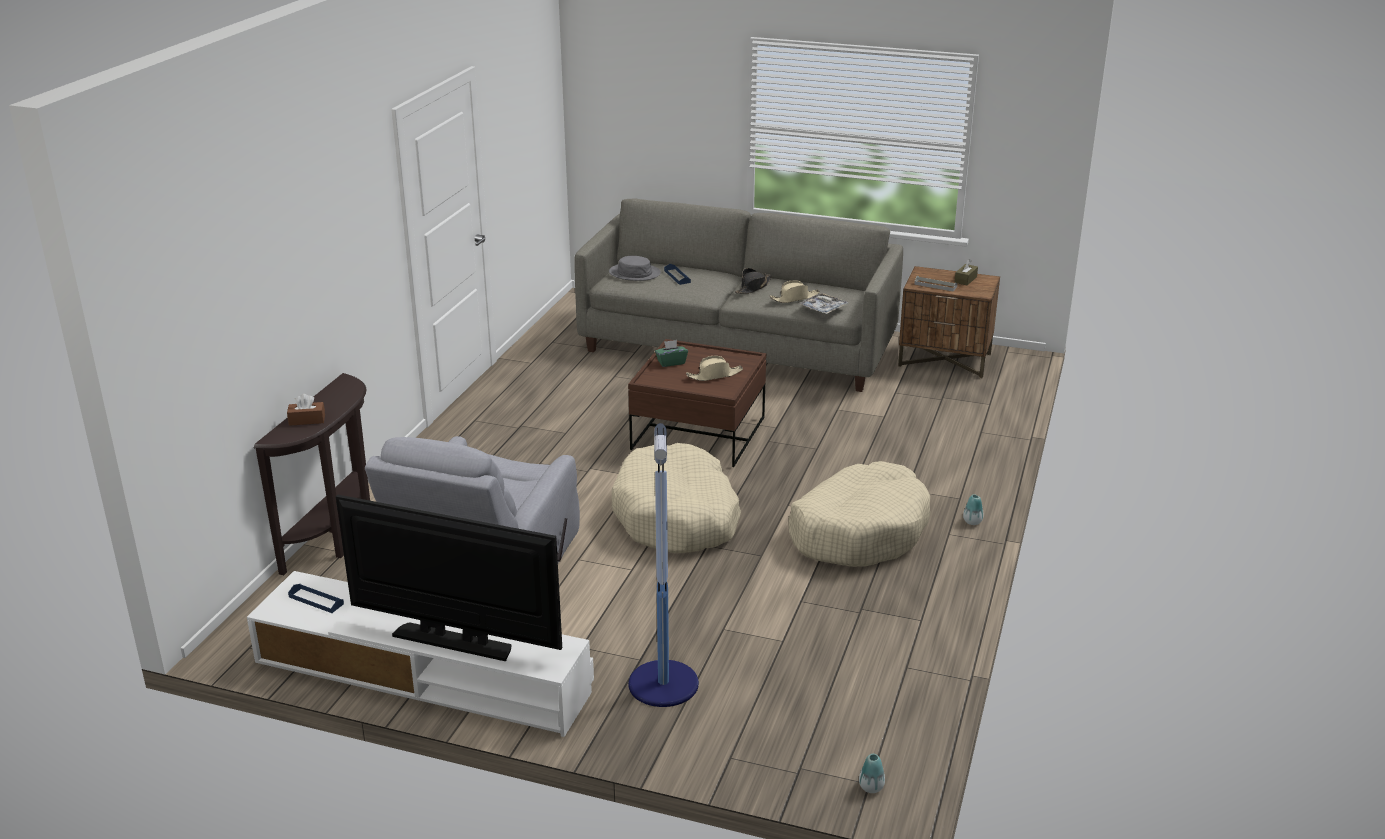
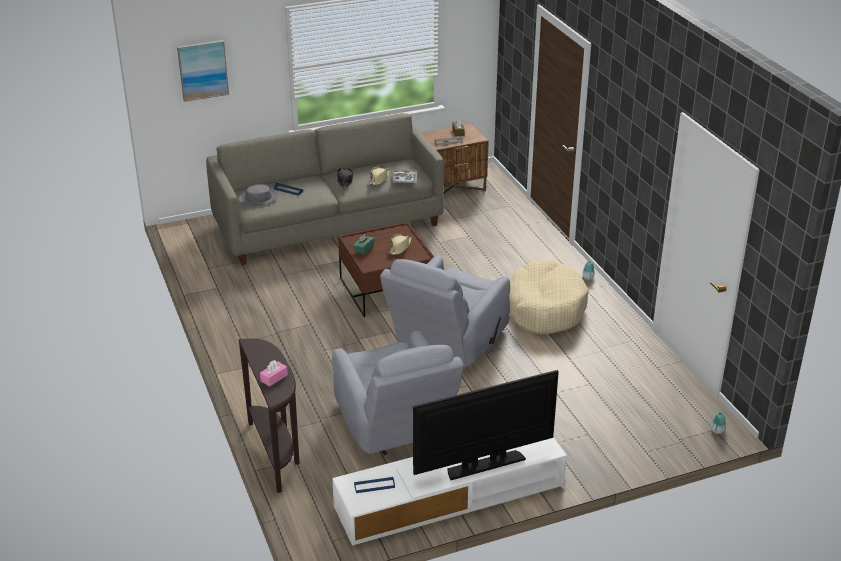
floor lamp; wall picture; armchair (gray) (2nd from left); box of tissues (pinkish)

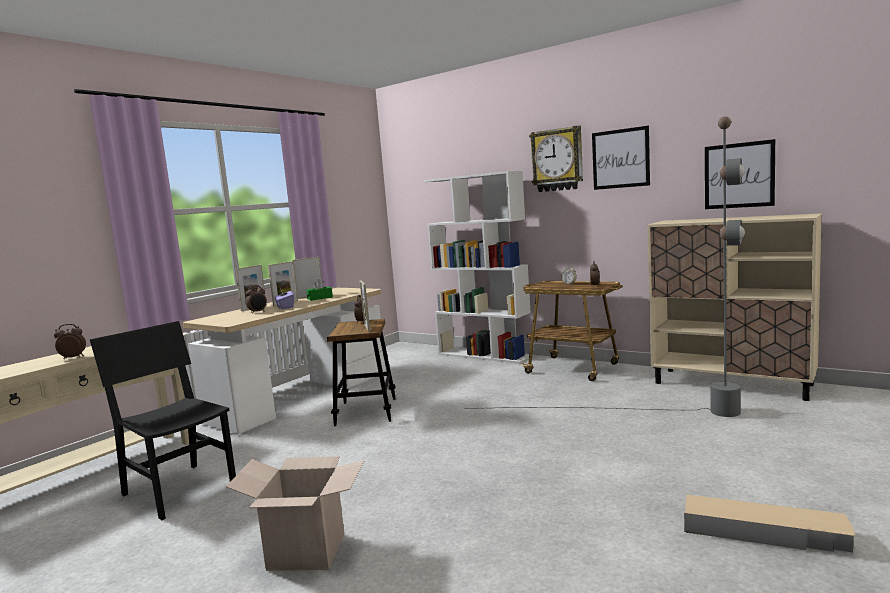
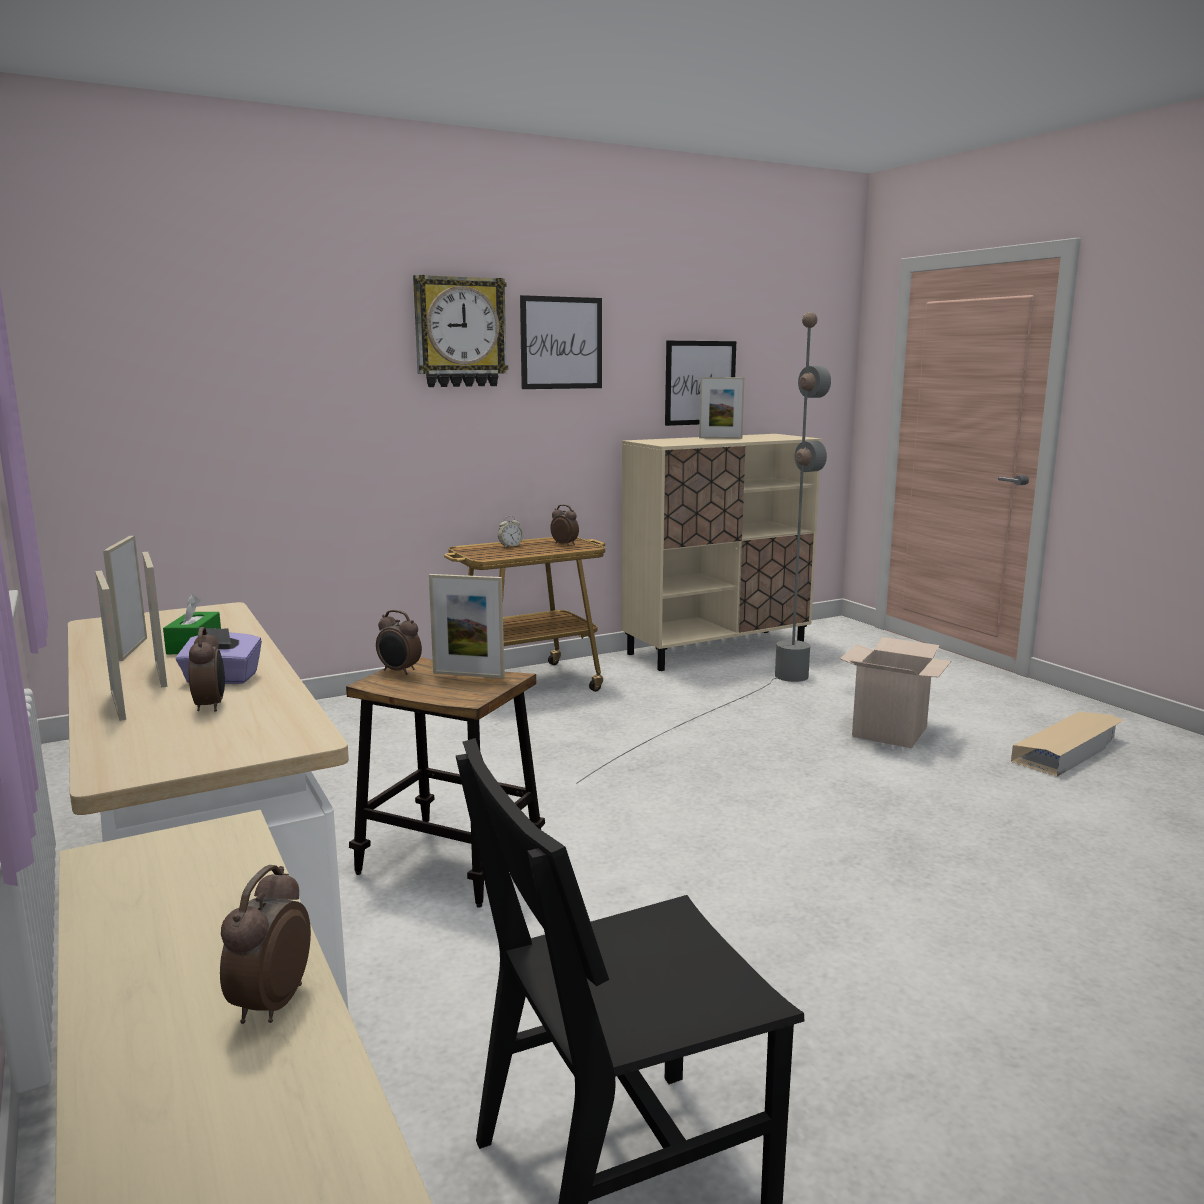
shelving unit (white-coloured); standing frame (5th from left); carton

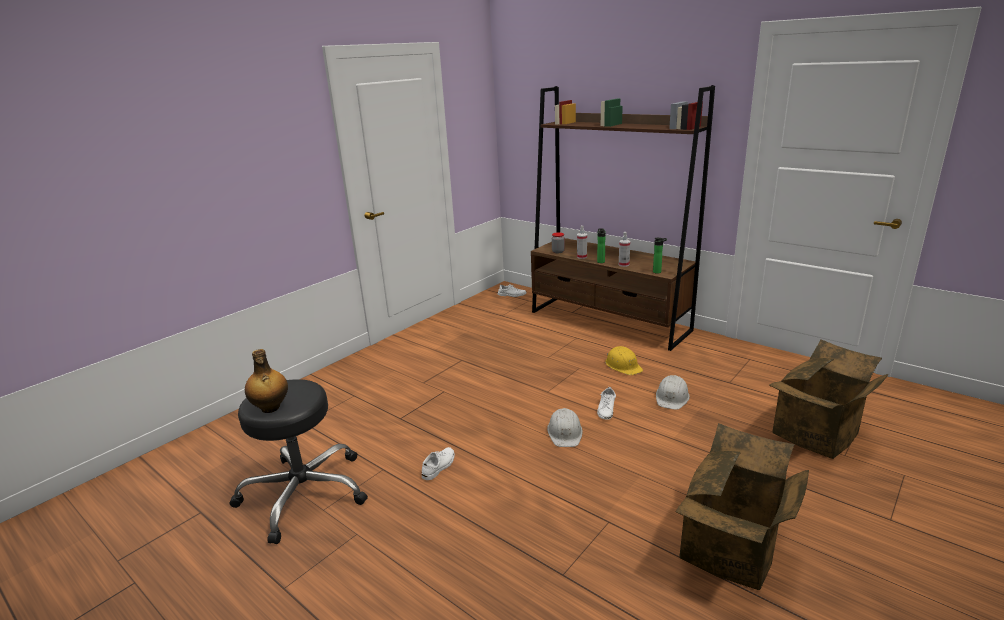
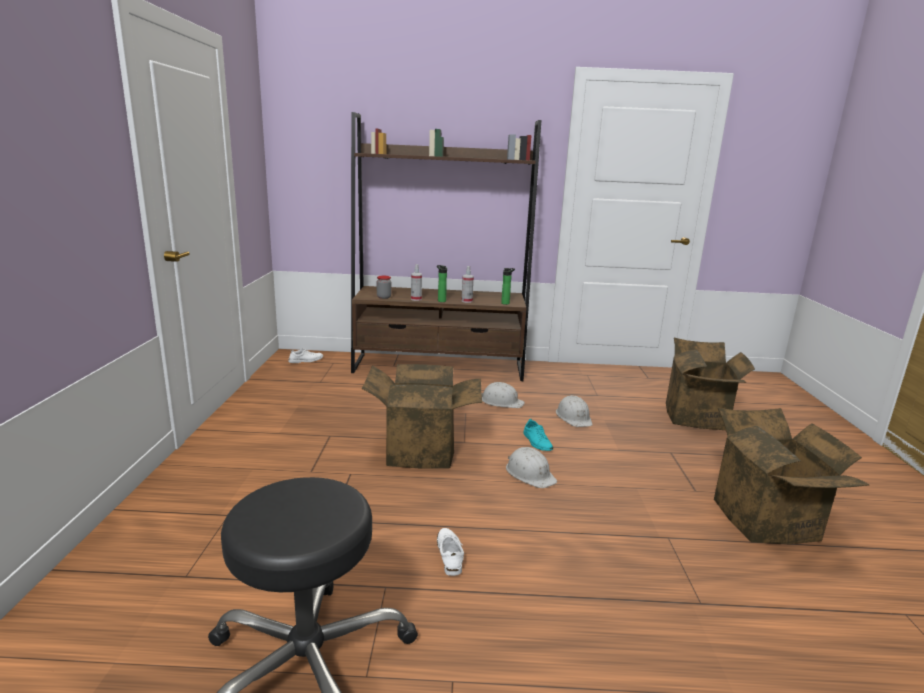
bottle (1st from left in the first image); carton (1st from left); shoe (turquoise-coloured); work helmet (white-coloured) (1st from left)

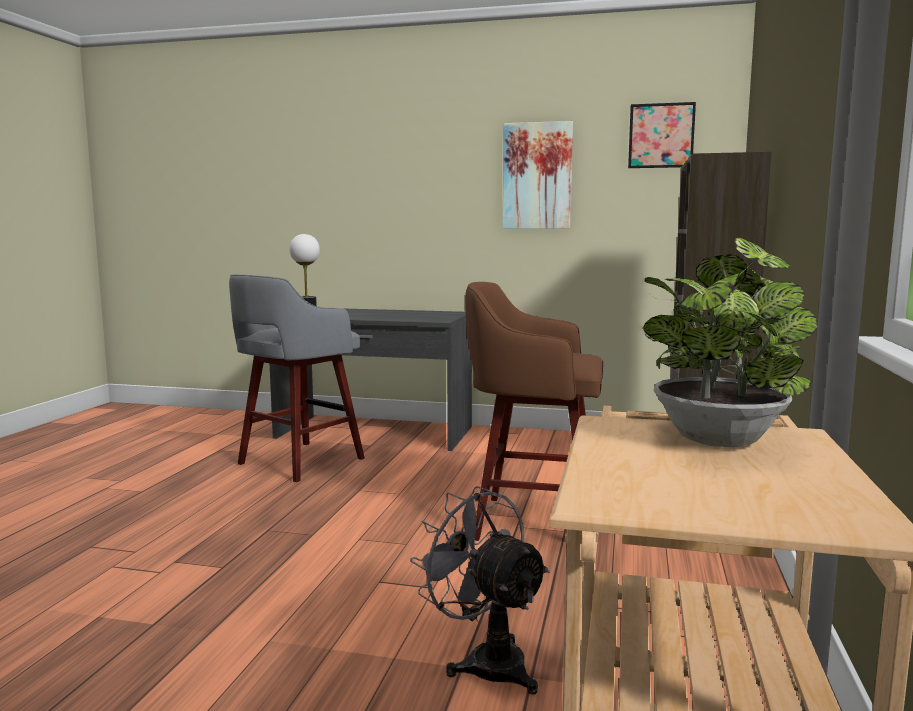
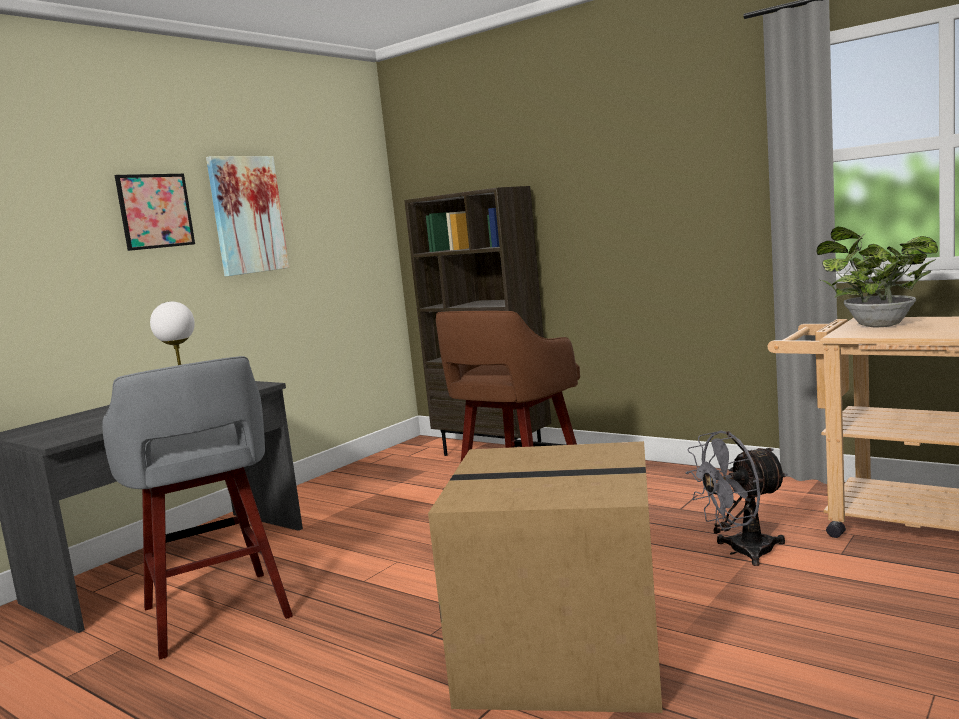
carton; wall picture (1st from left)

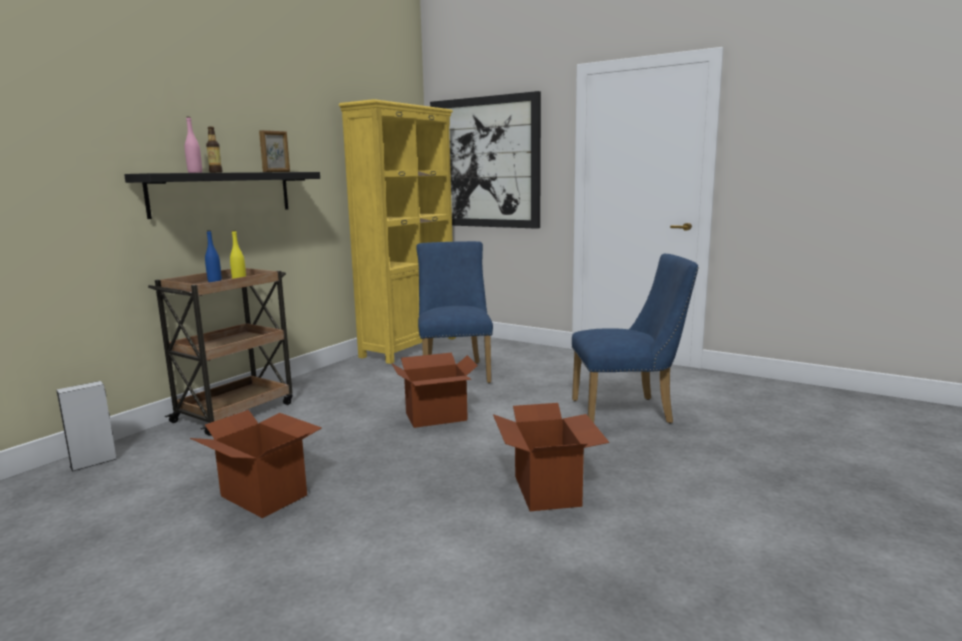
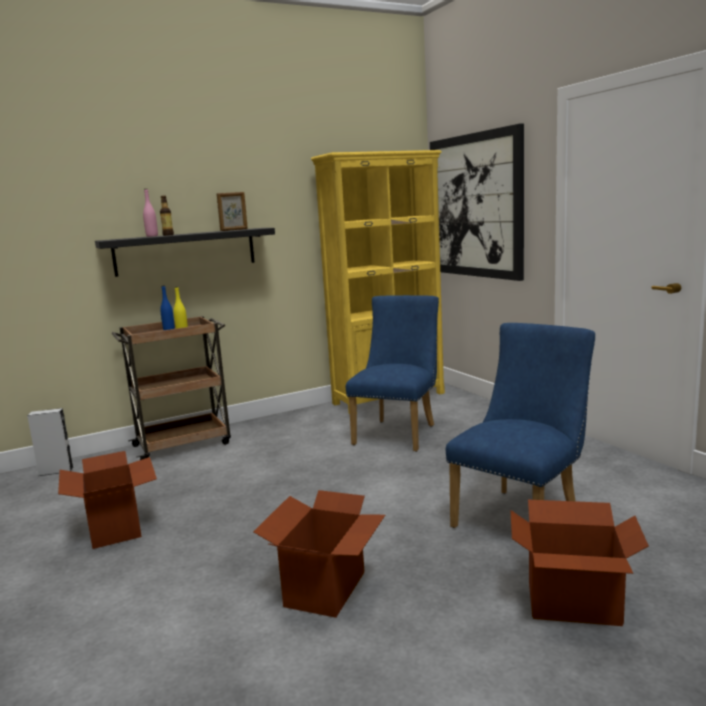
carton (3rd from left); plain chair (blue-coloured) (2nd from left)

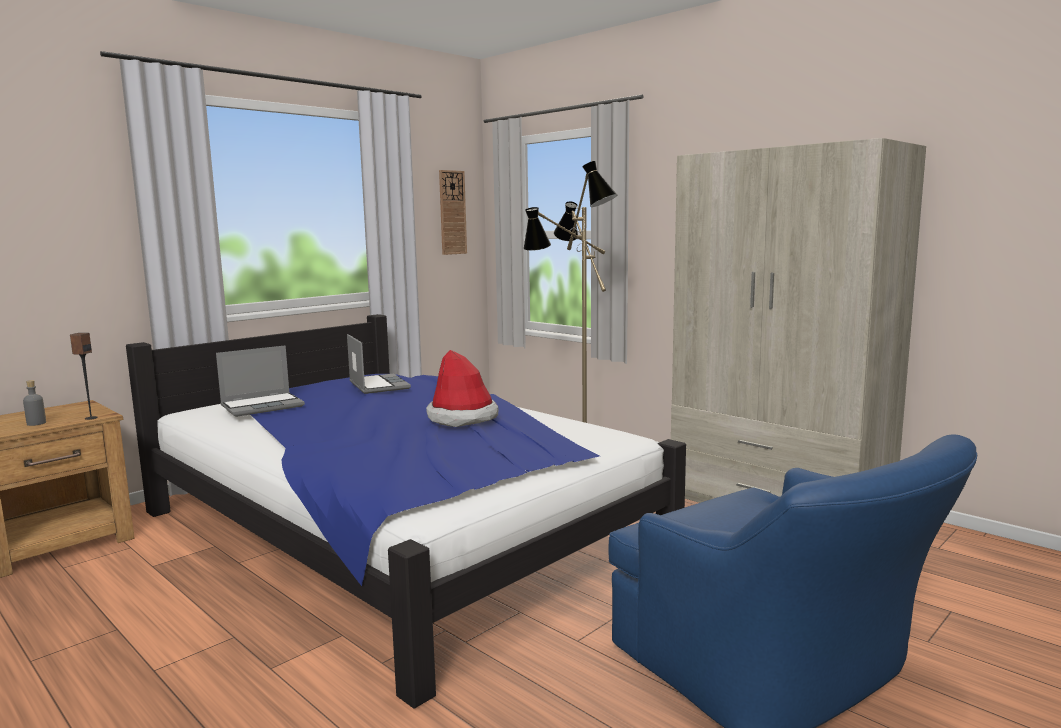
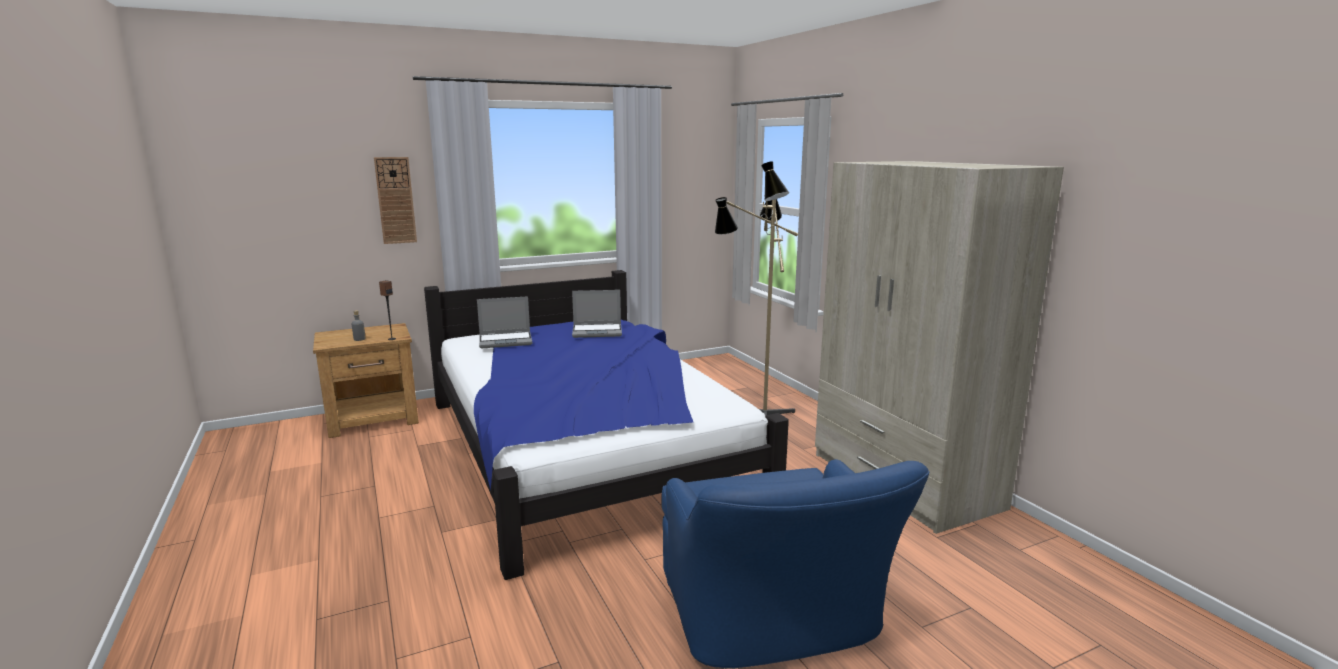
hat; clock on the wall; laptop (2nd from left)

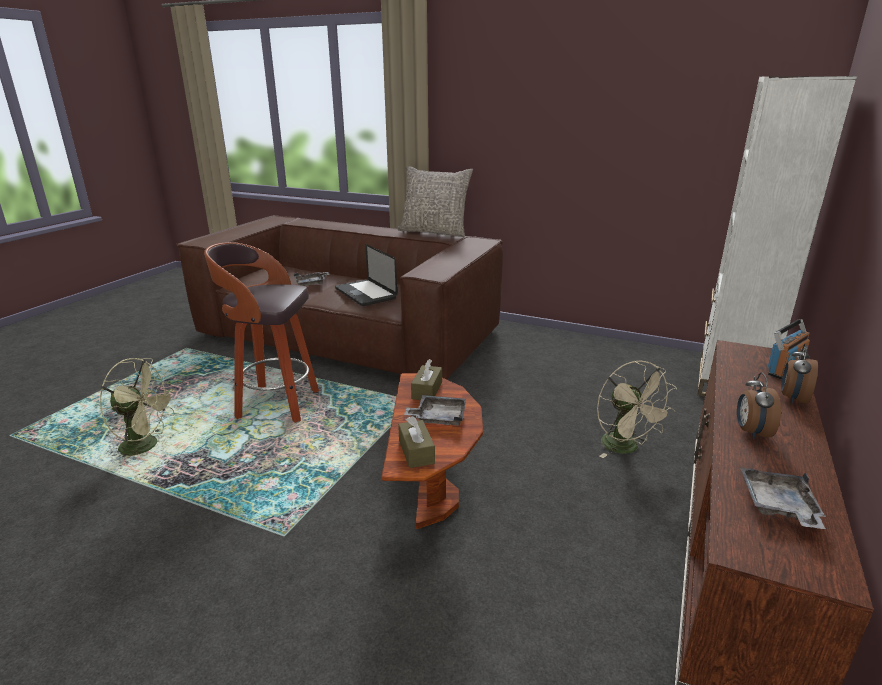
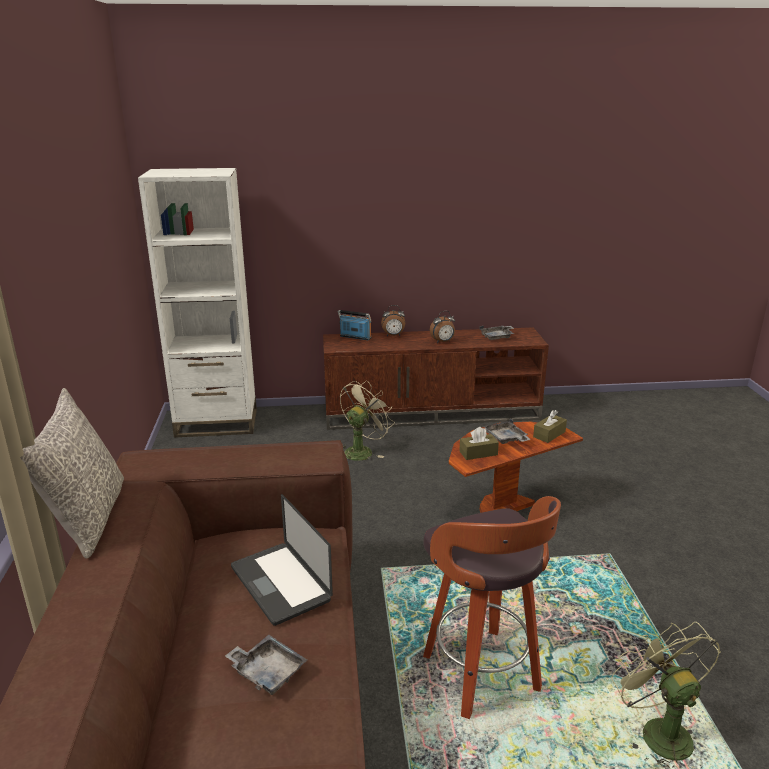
laptop

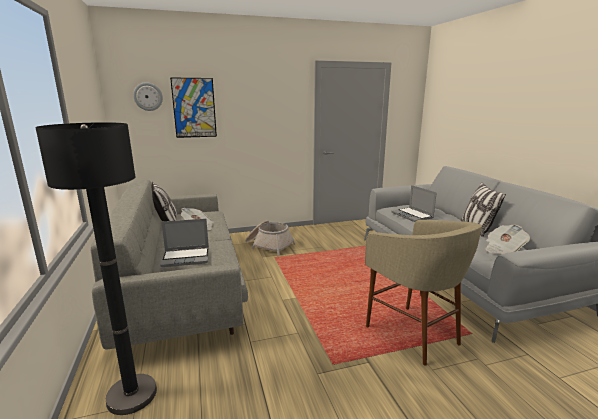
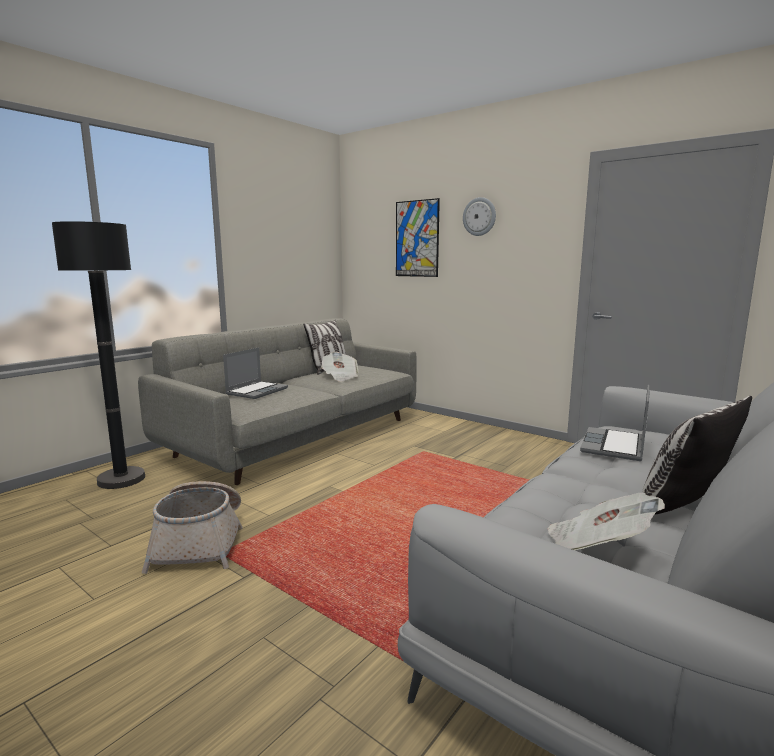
stool (beige); clock on the wall; storage basket; laptop (1st from left)

